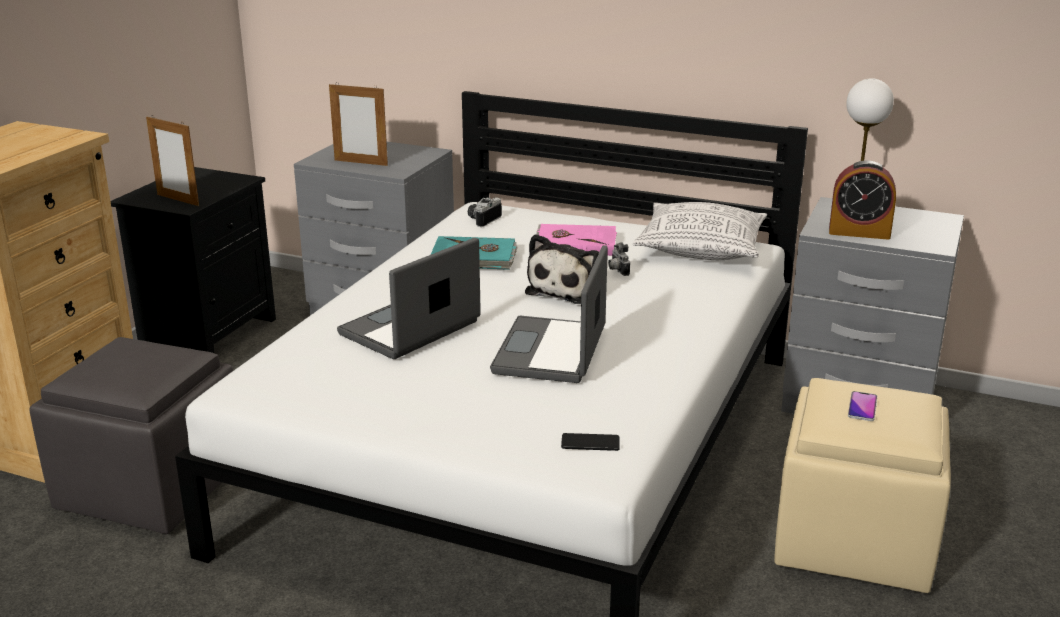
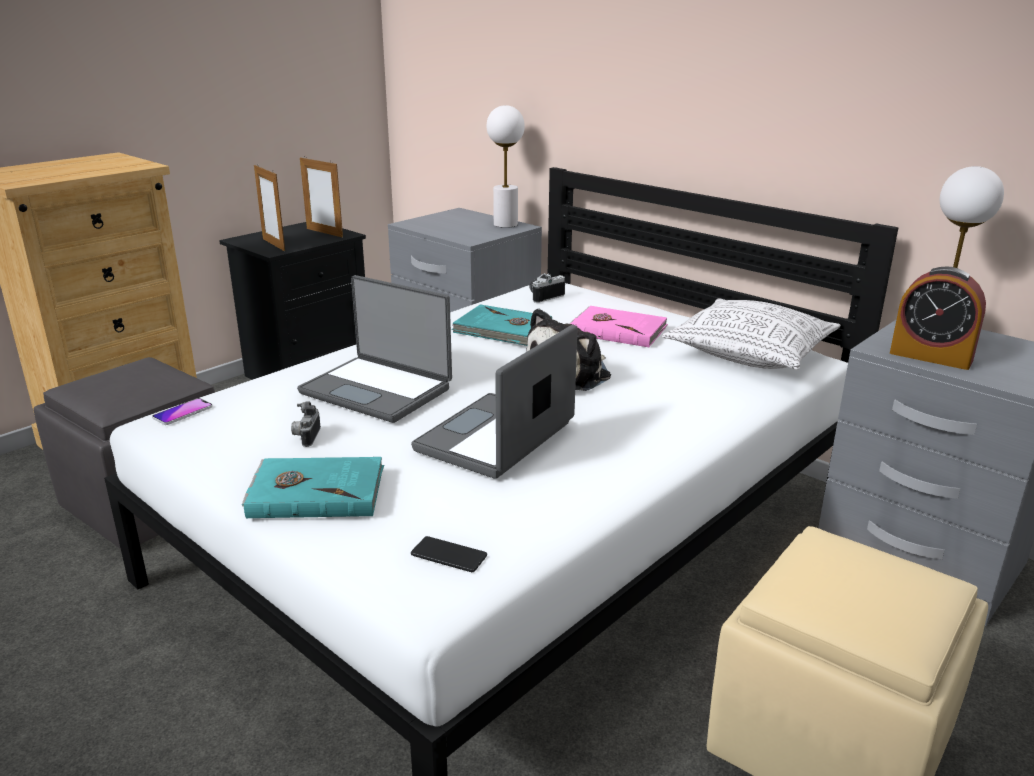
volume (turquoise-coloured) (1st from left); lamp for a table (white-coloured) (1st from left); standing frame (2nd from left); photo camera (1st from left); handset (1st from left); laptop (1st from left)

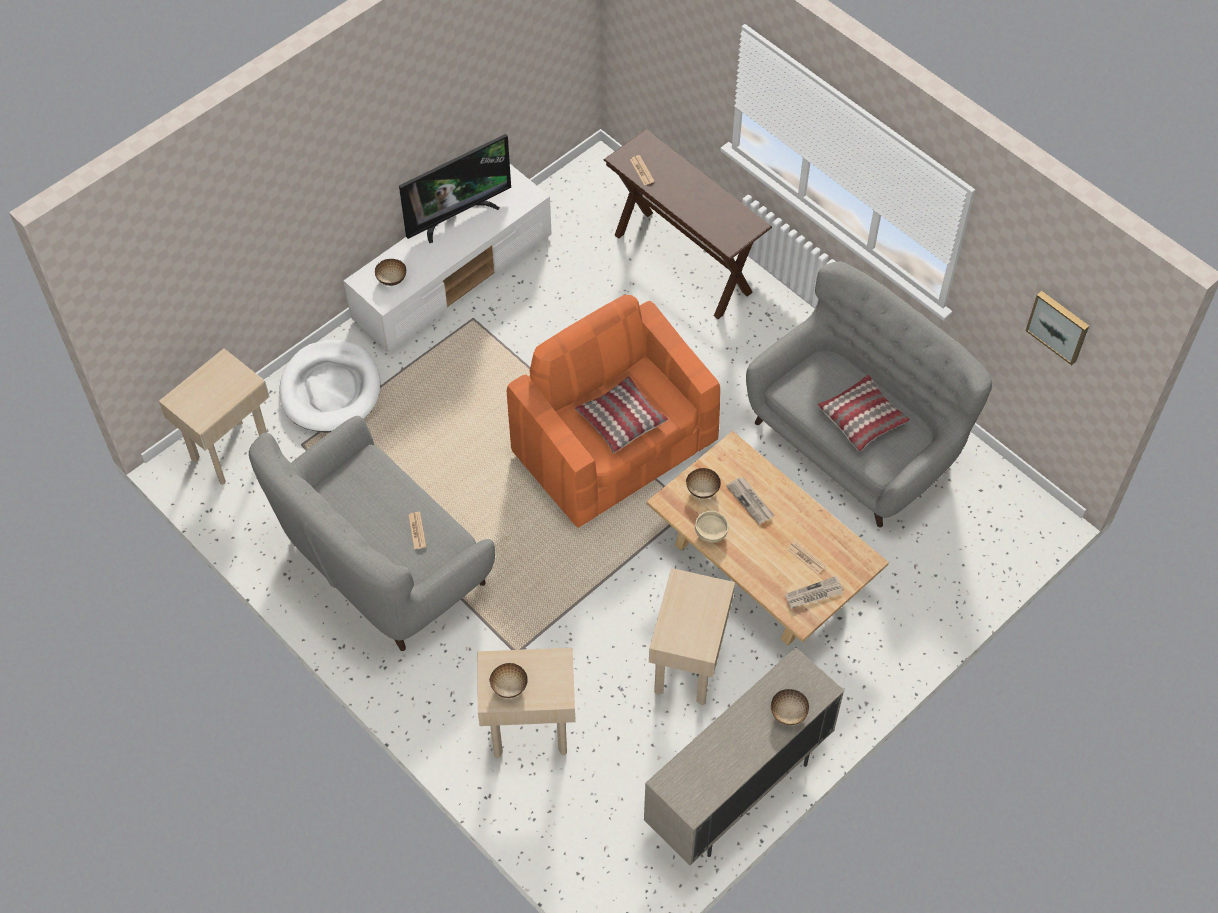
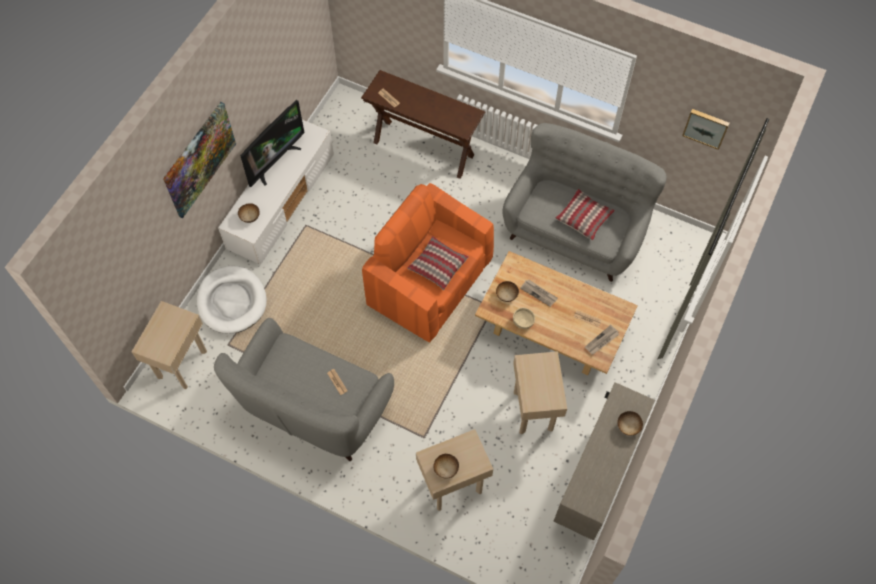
wall picture (1st from left)

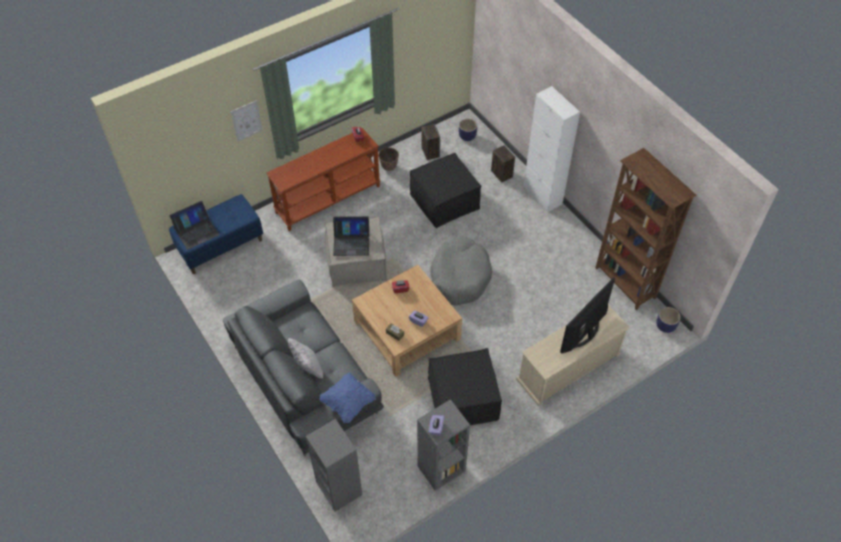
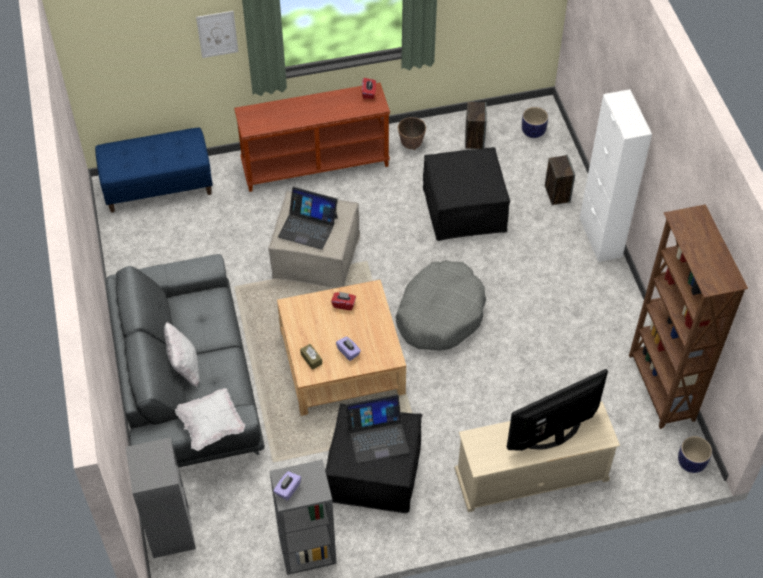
laptop (2nd from left); pillow (white-coloured) (2nd from left)

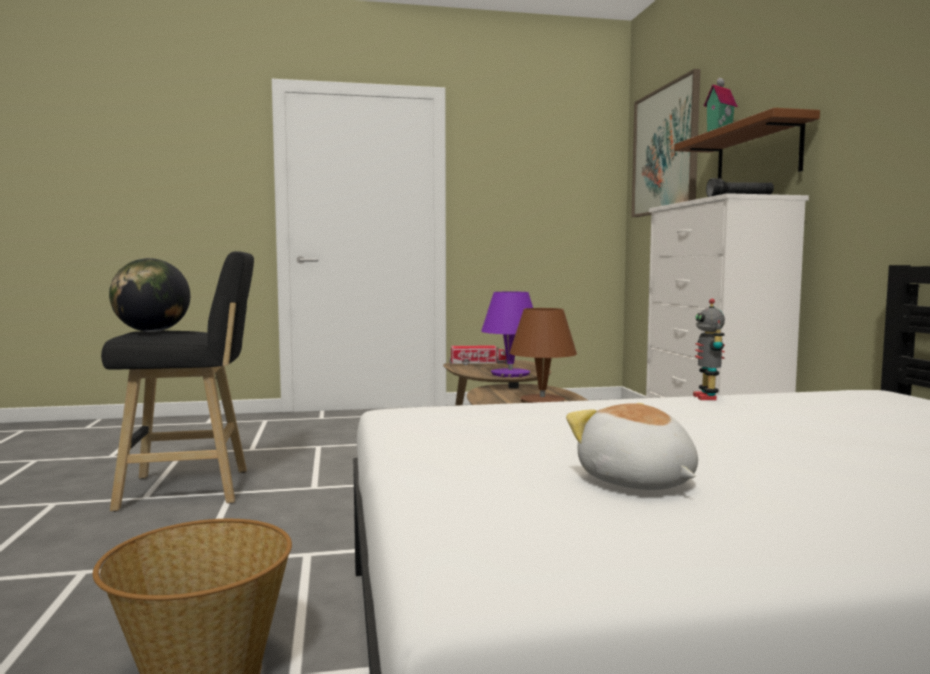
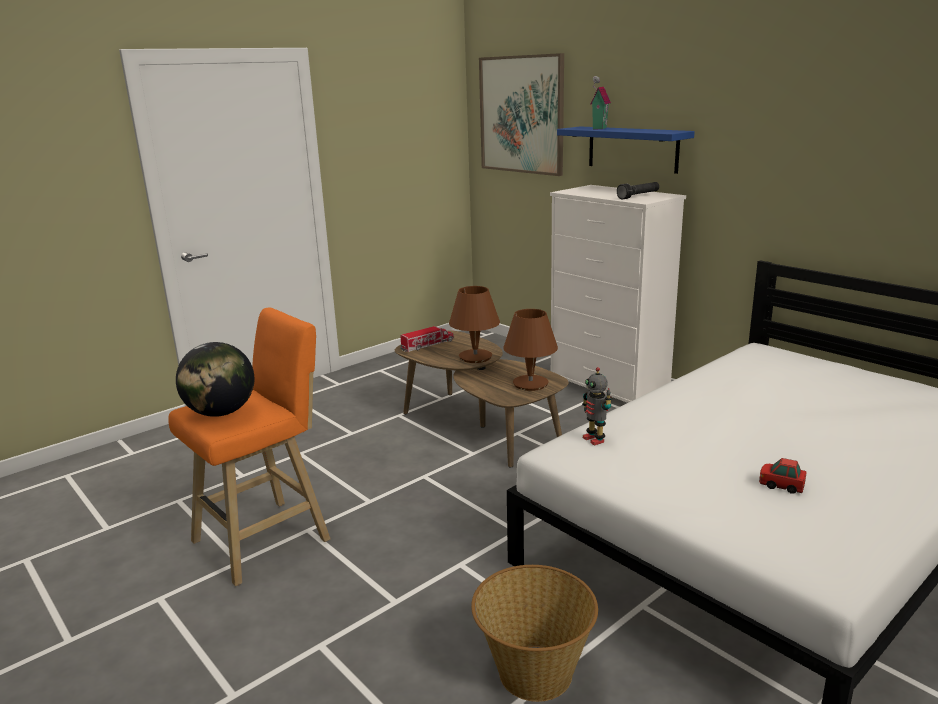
model robot; toy car; stool (orange); lamp for a table (brown-coloured) (1st from left); bracket shelf (blue-coloured)

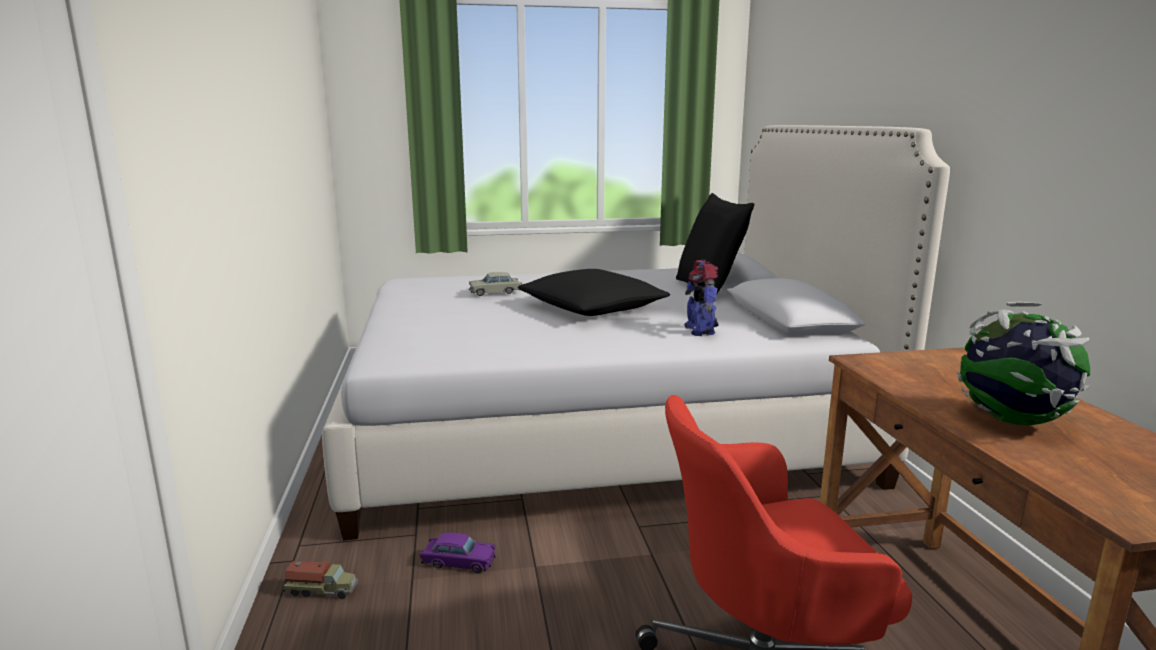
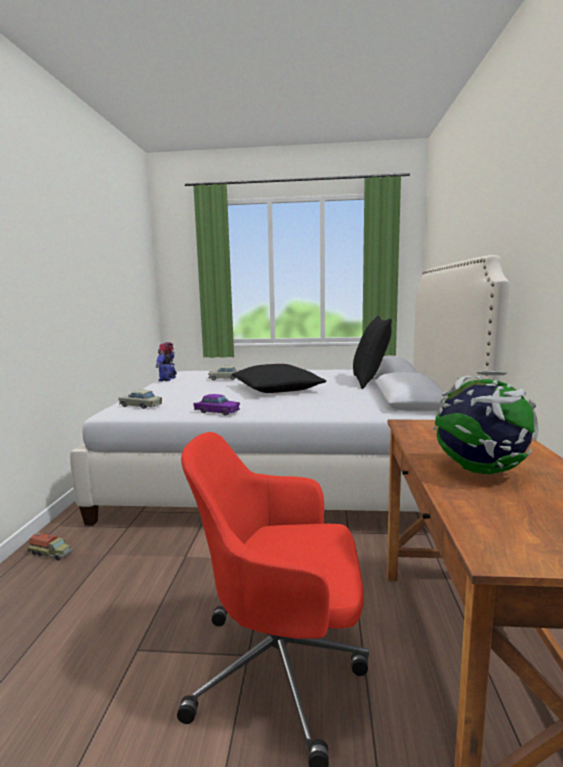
toy car (beige) (1st from left); toy car (purple-coloured); model robot

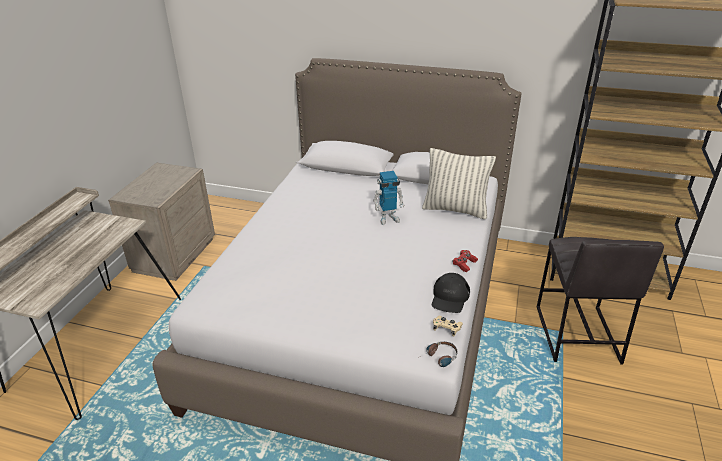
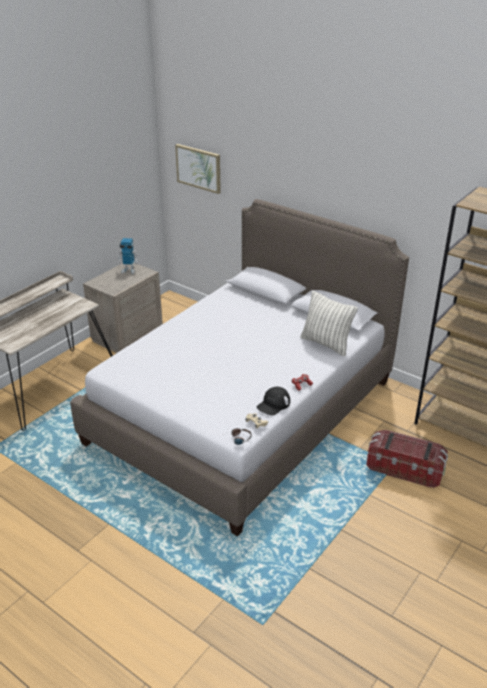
wall picture; model robot; storage container

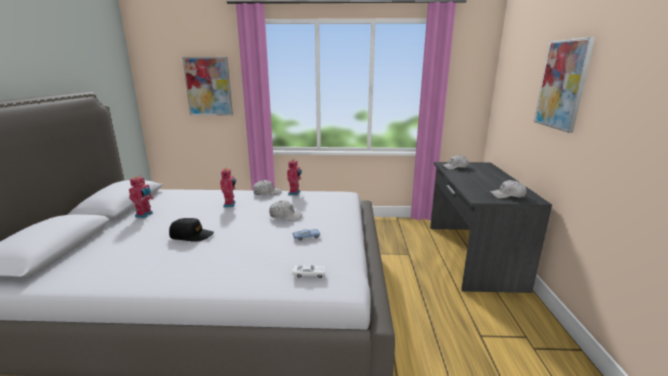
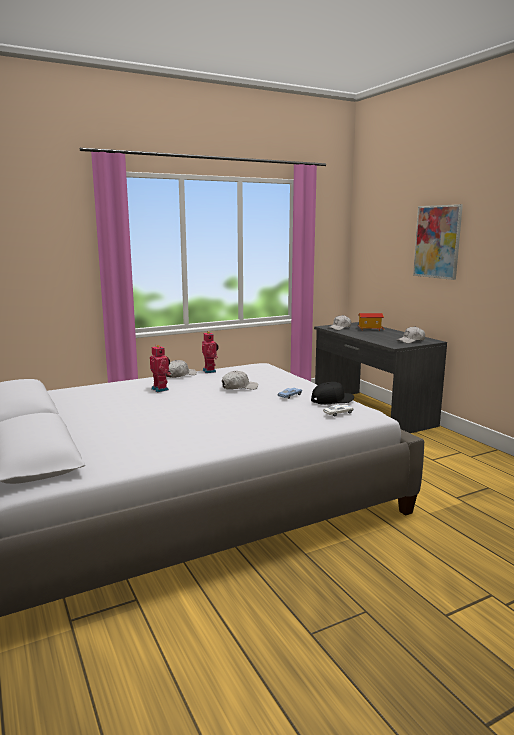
model robot (1st from left in the first image); wall picture (1st from left in the first image); miniature house; peaked cap (black)

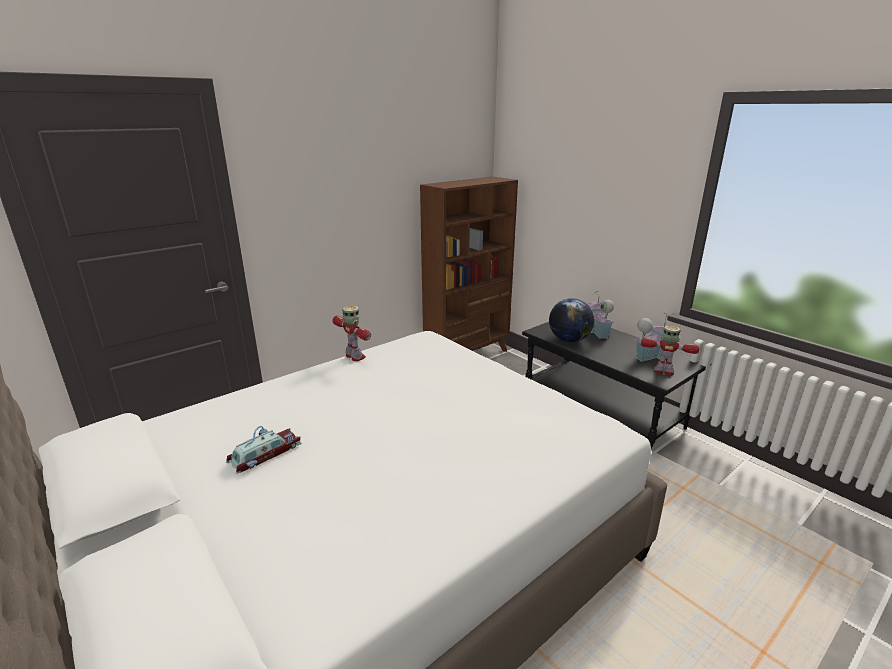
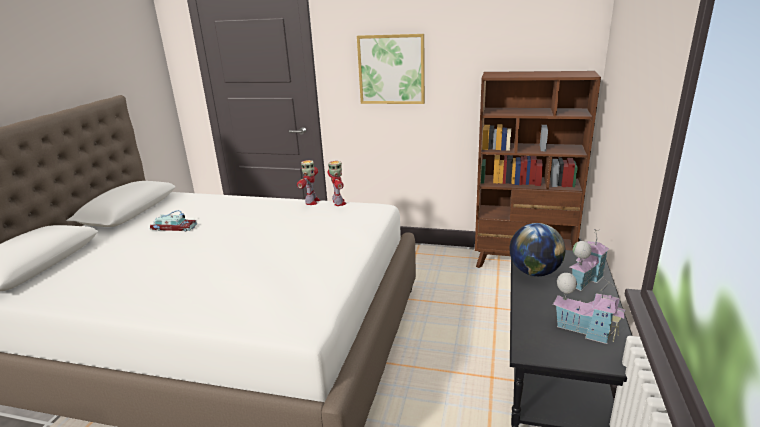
wall picture; model robot (2nd from left)

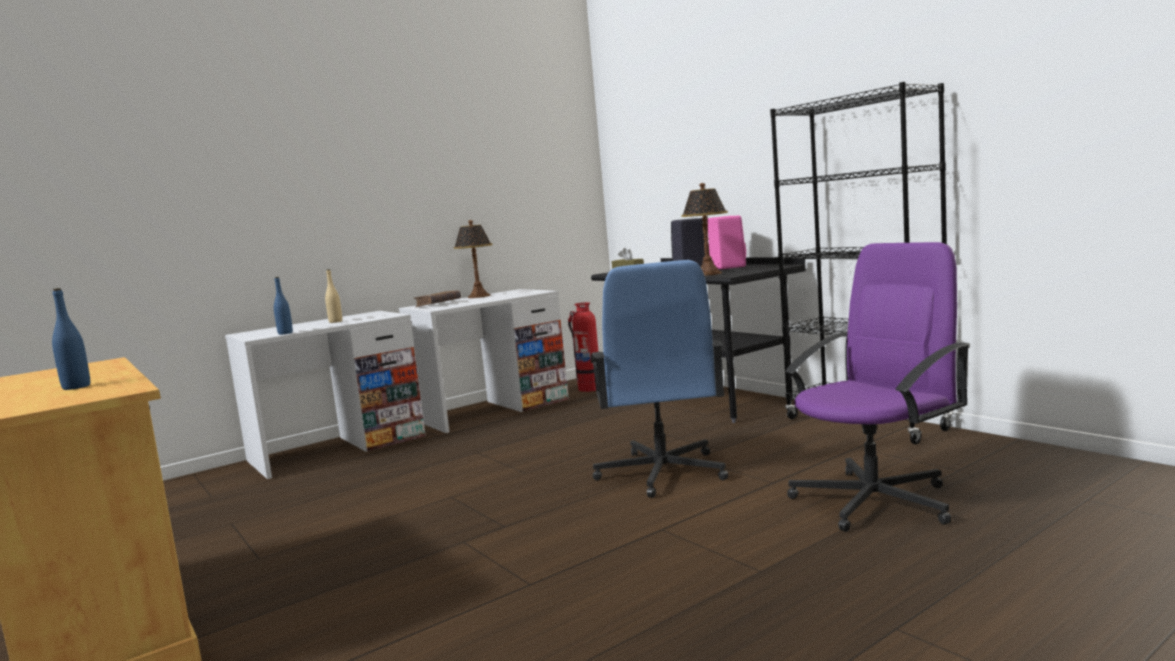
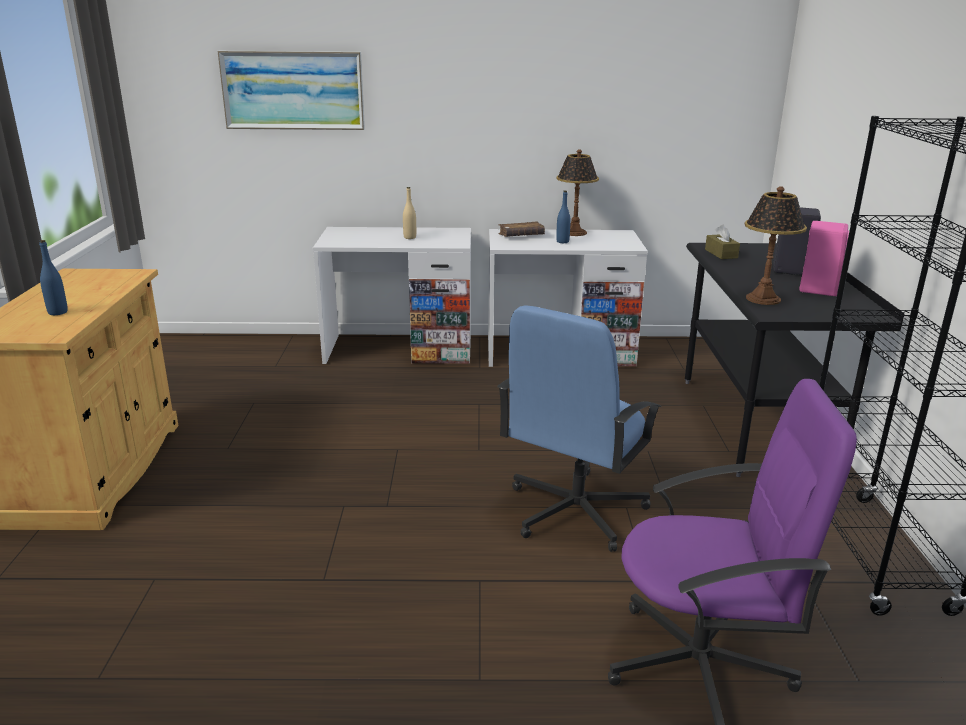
extinguisher; wall picture; bottle (blue-coloured) (2nd from left)

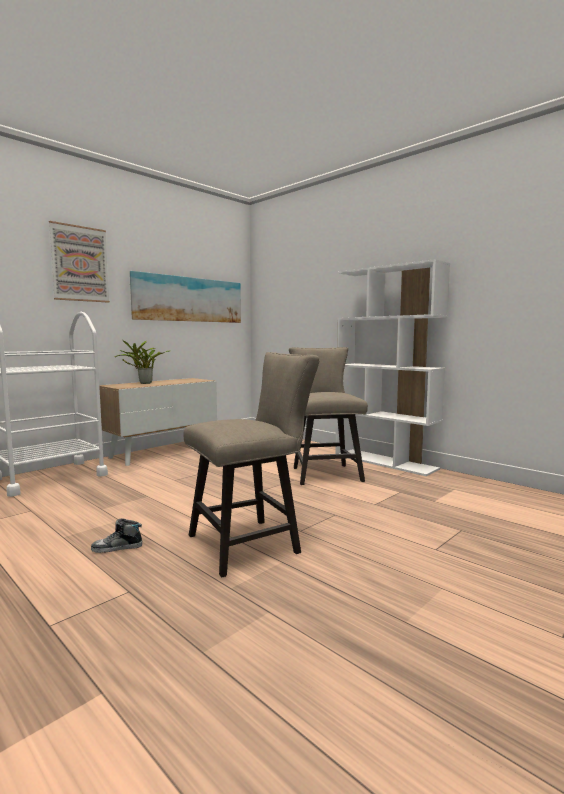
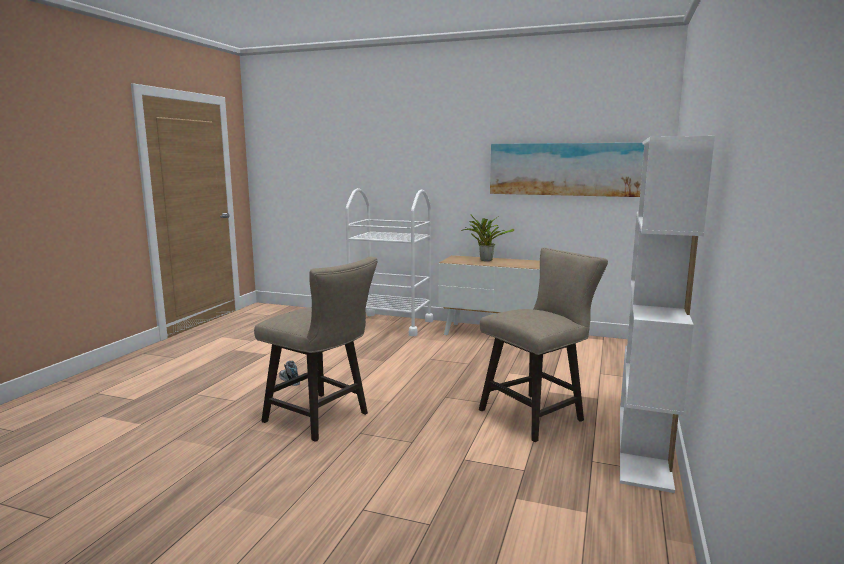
wall picture (1st from left in the first image)

